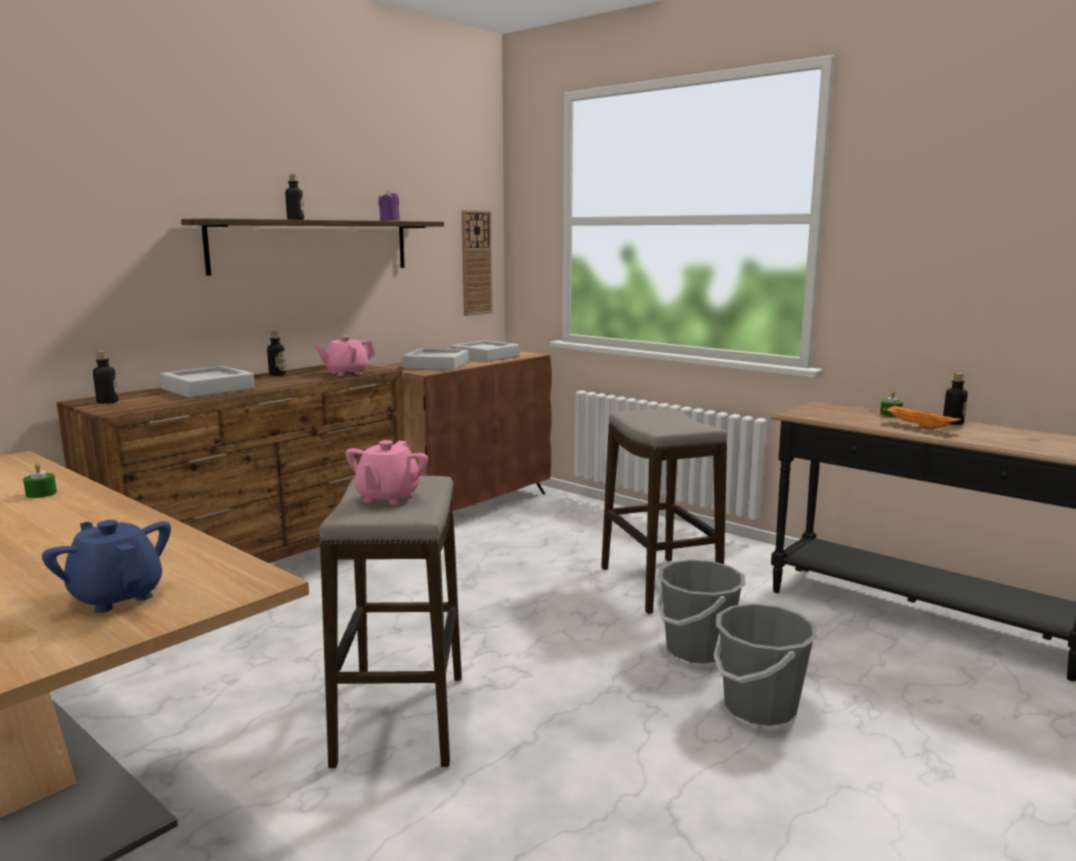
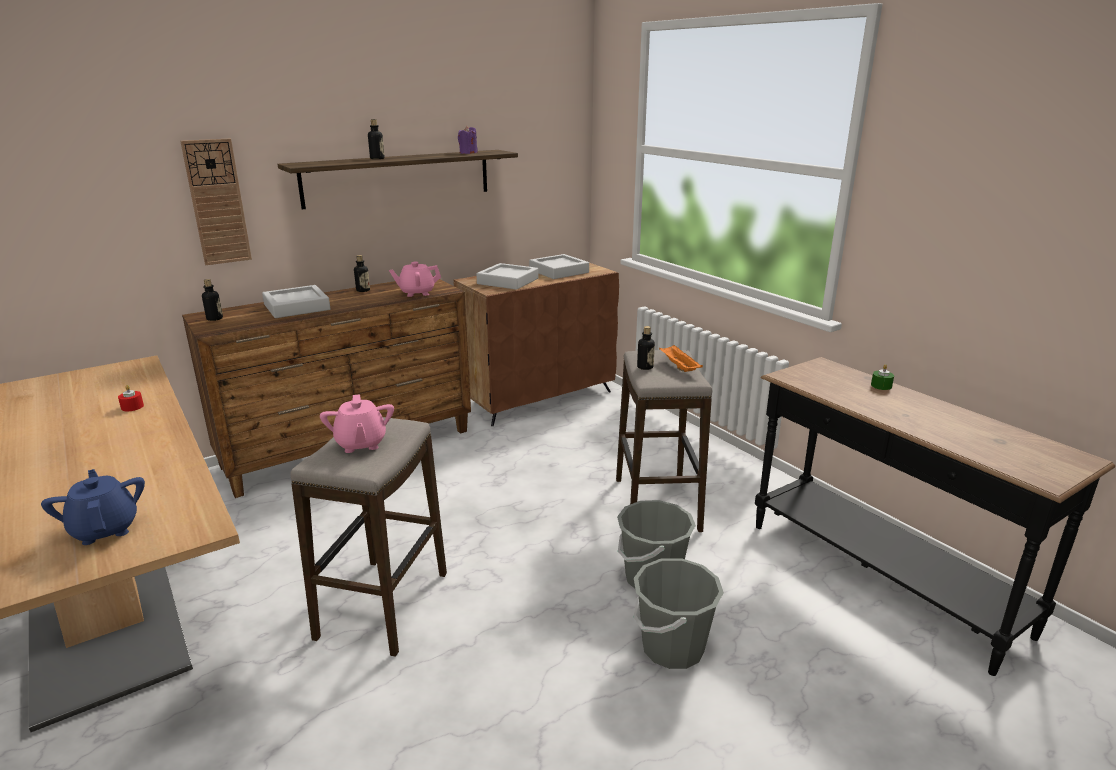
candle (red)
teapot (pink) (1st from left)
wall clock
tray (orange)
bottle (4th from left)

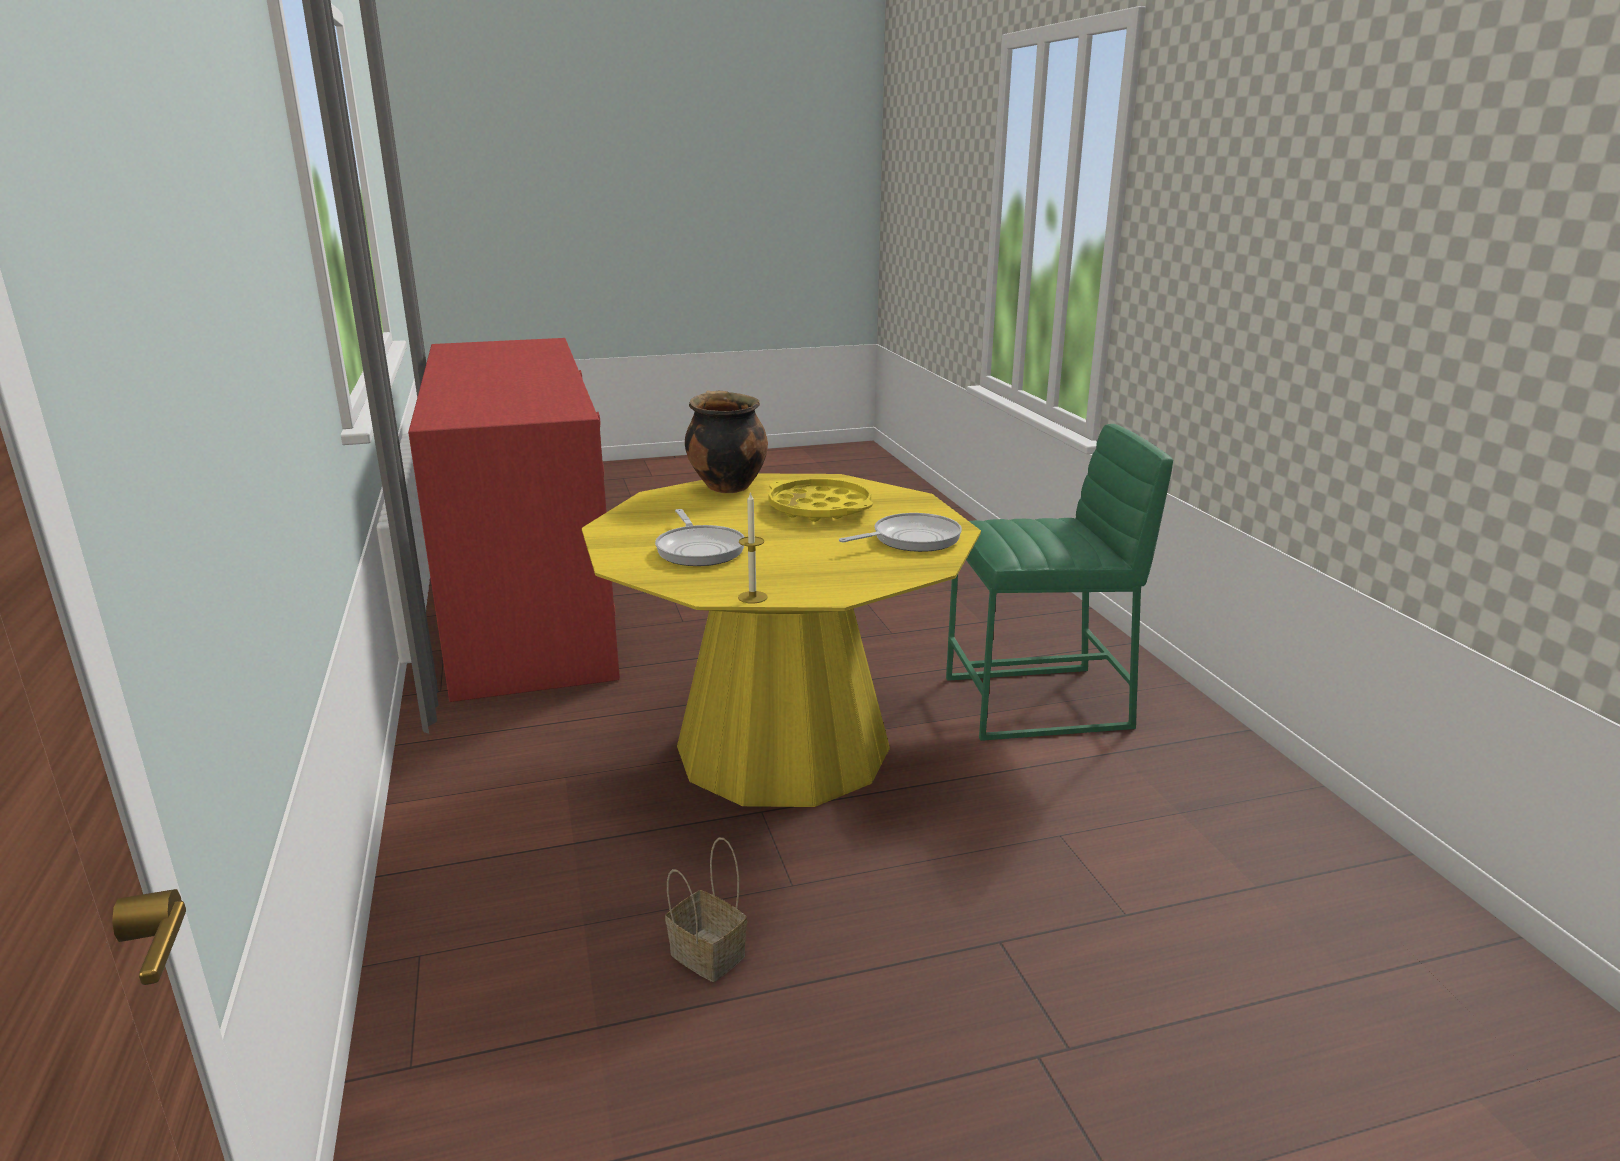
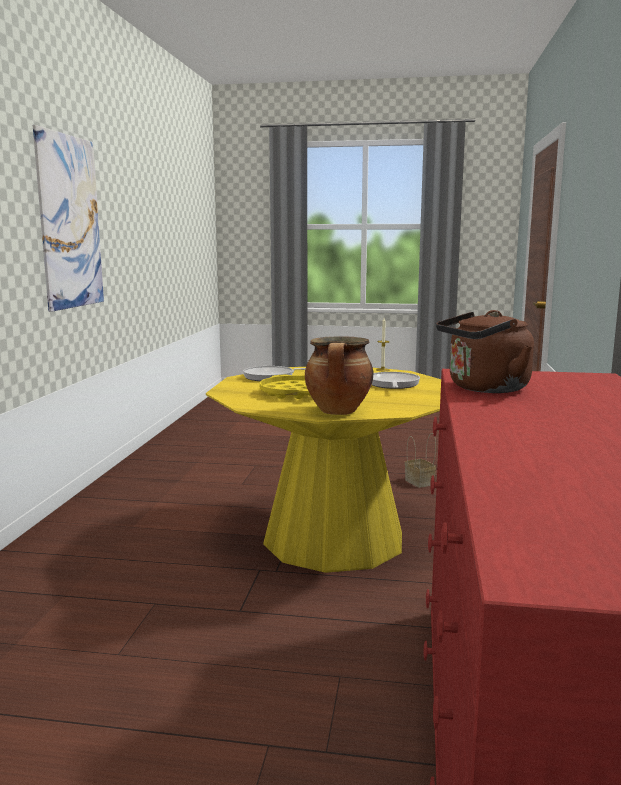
stool (green)
picture
kettle (brown)

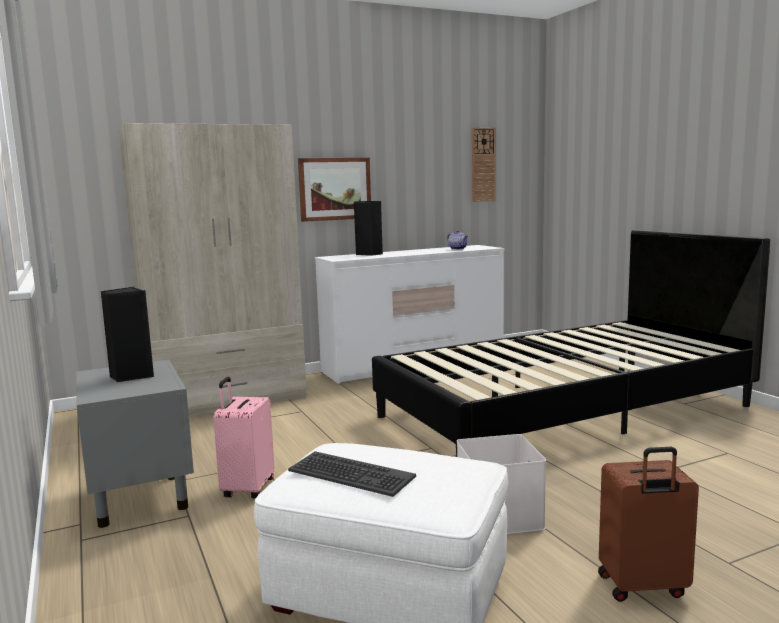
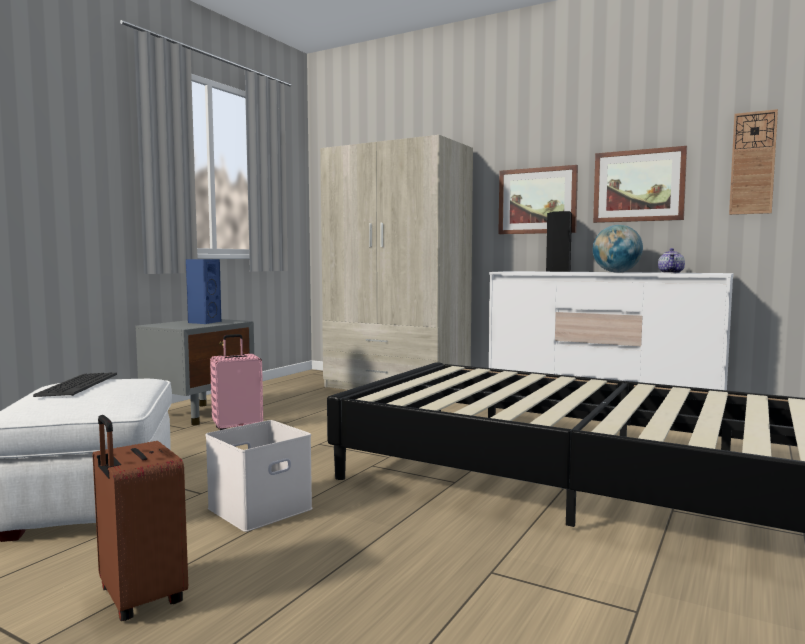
speaker (blue)
picture (2nd from left)
globe

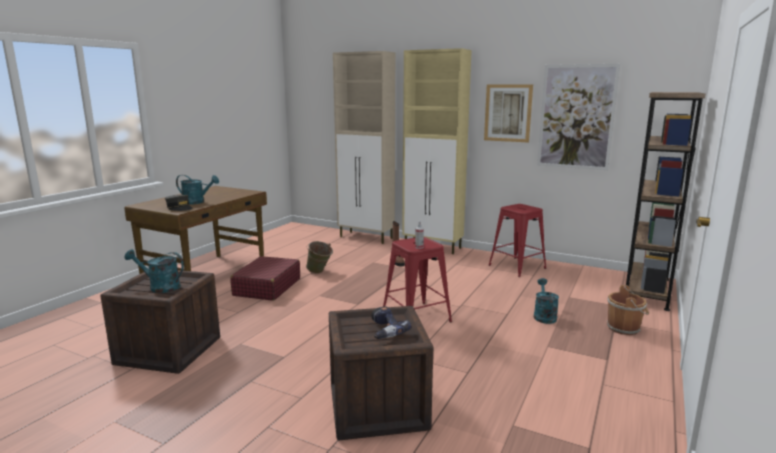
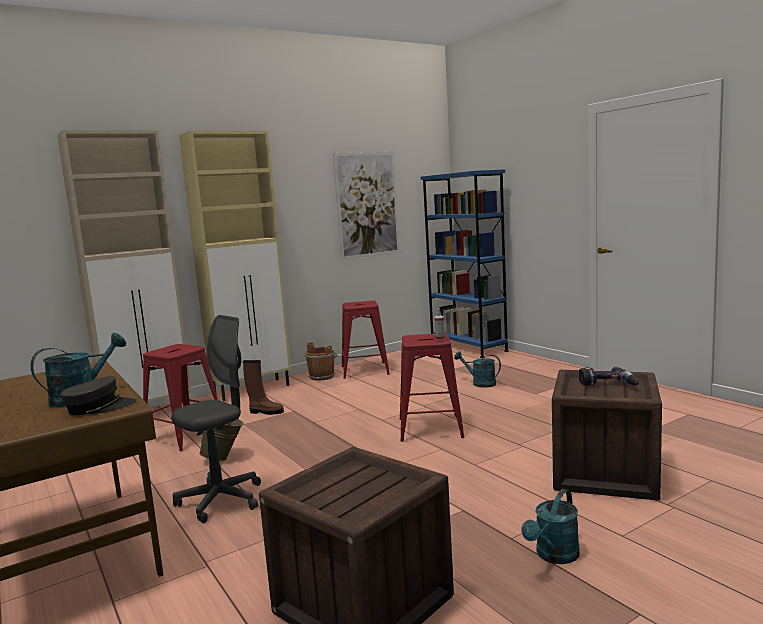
watering can (turquoise) (3rd from left)
office chair (grey)
picture (1st from left in the first image)
bucket (brown)
bookcase (blue)
stool (red) (1st from left)

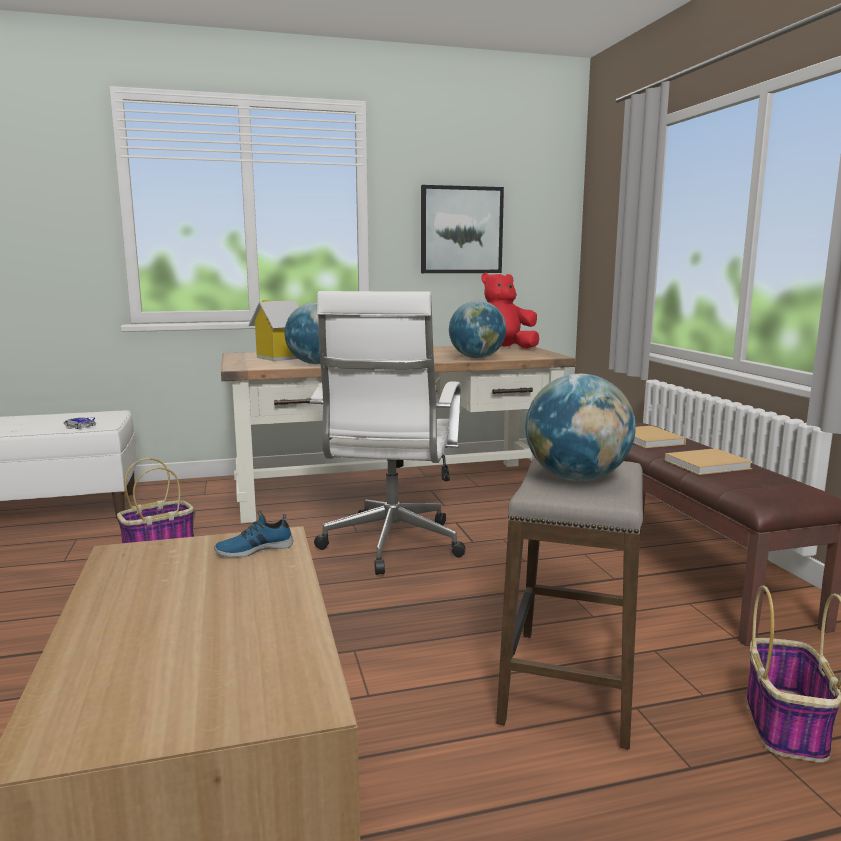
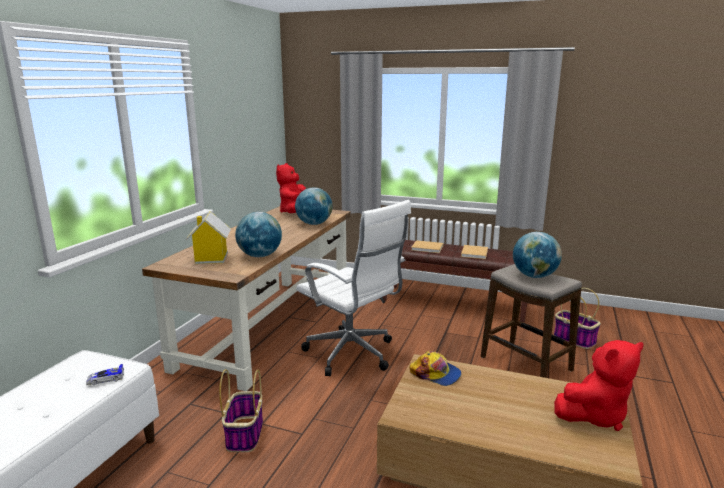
cap
picture
plush toy (red) (2nd from left)

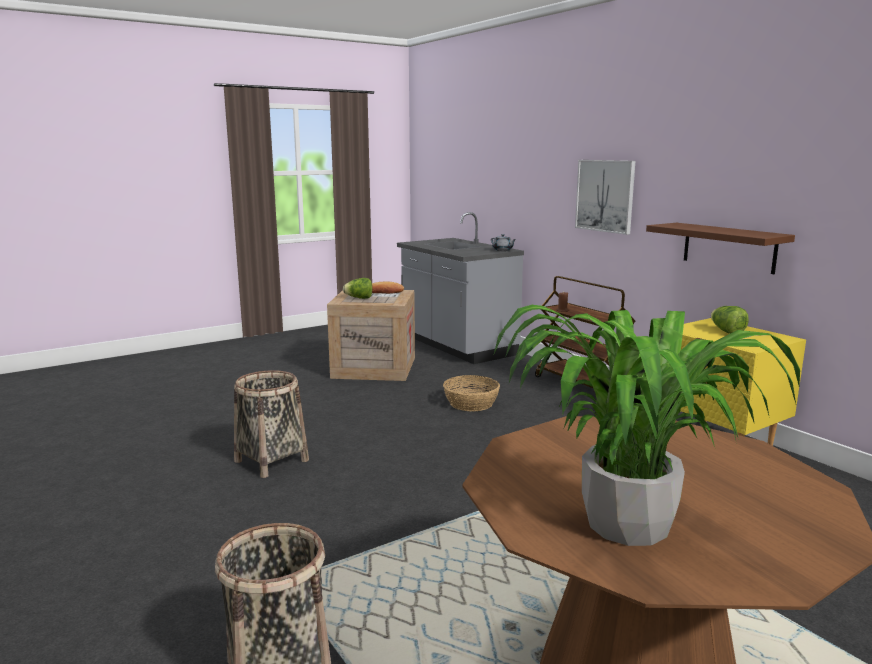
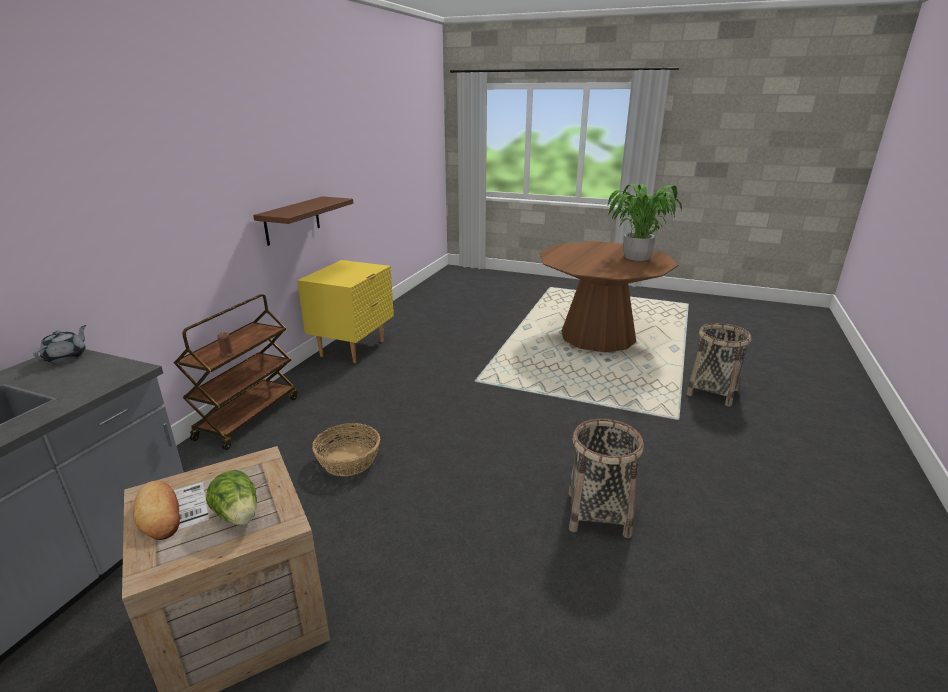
picture
lettuce (2nd from left in the first image)

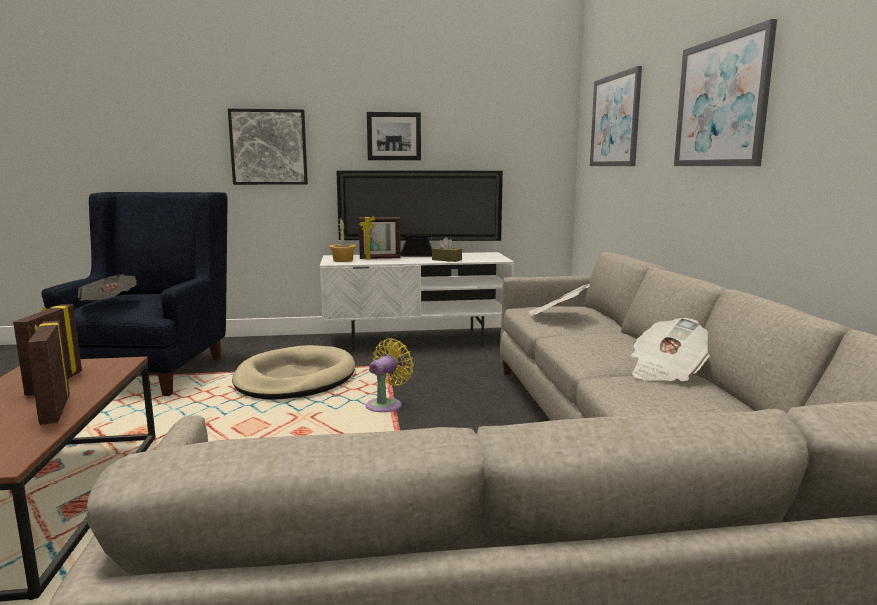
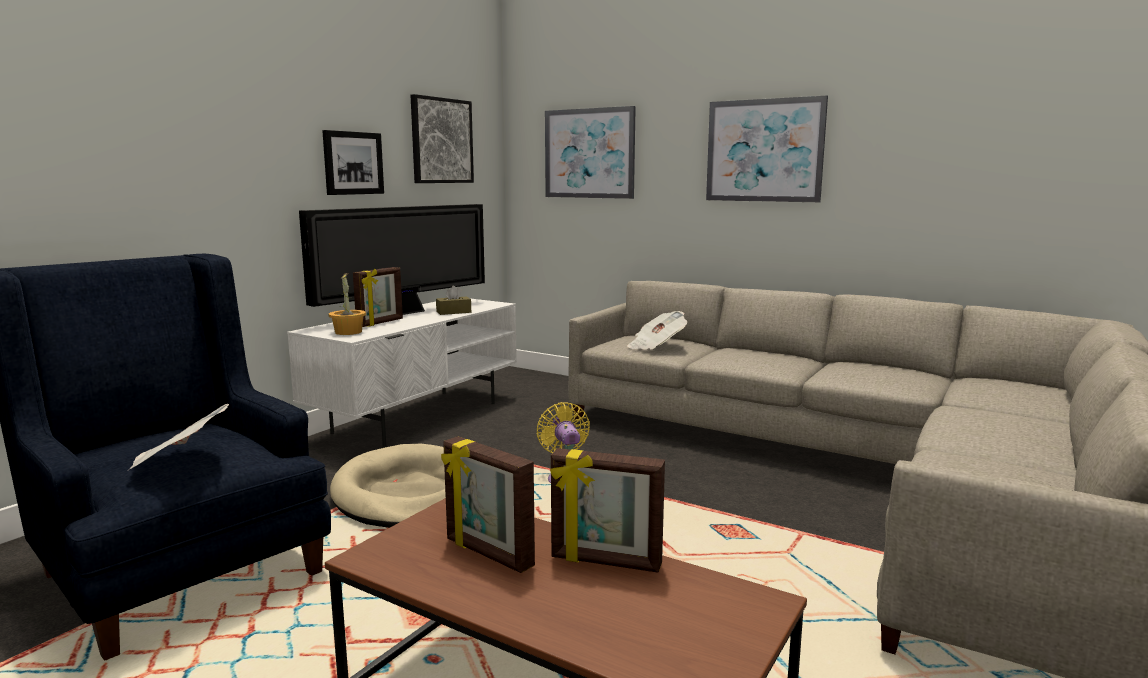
picture (2nd from left)
newspaper (3rd from left in the first image)

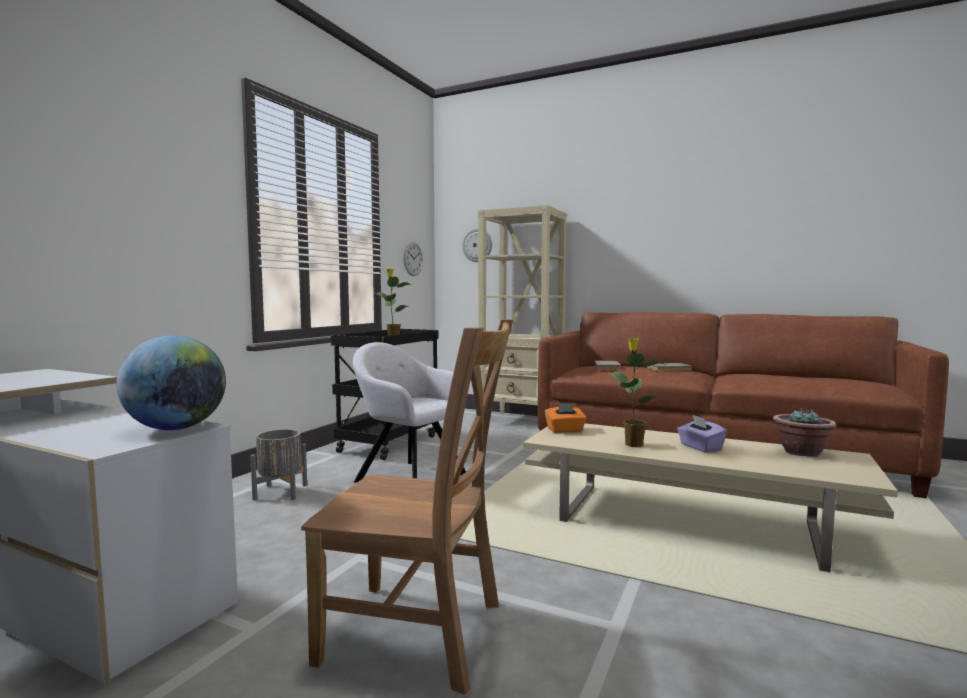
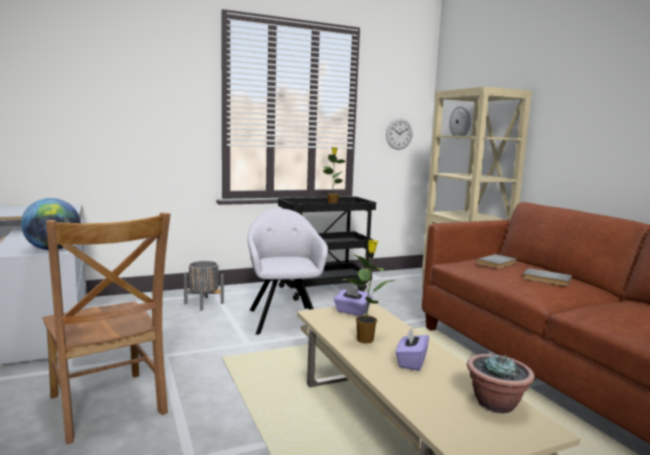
tissue box (purple) (1st from left)

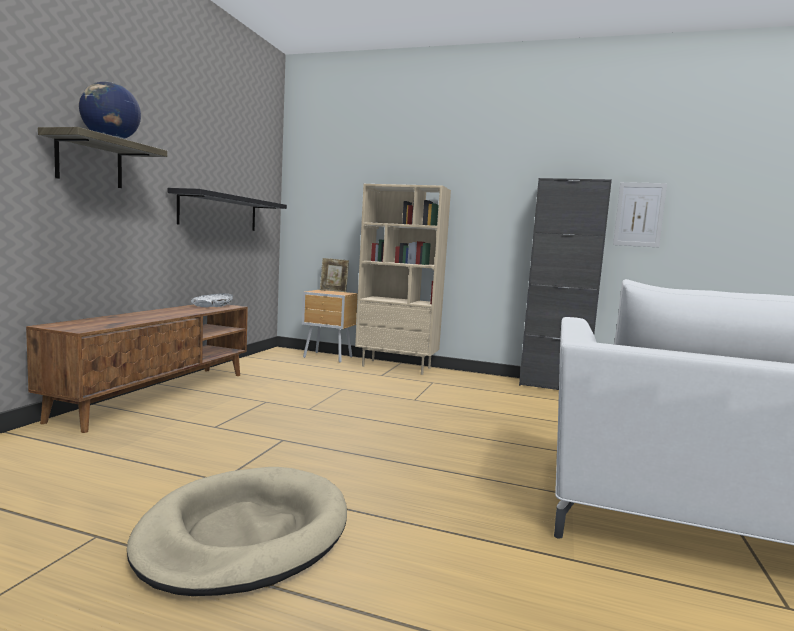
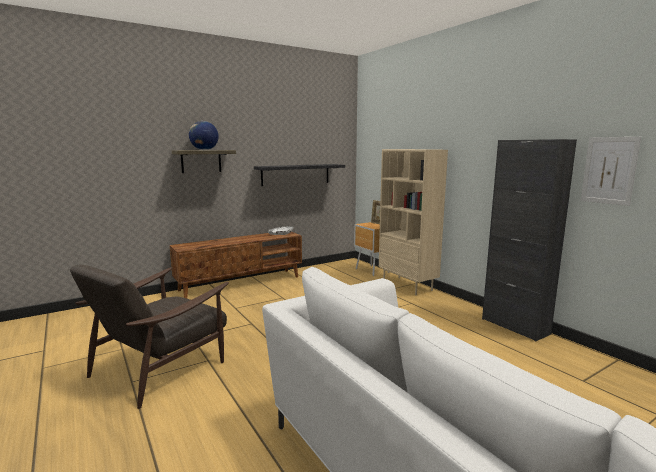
armchair (brown)

